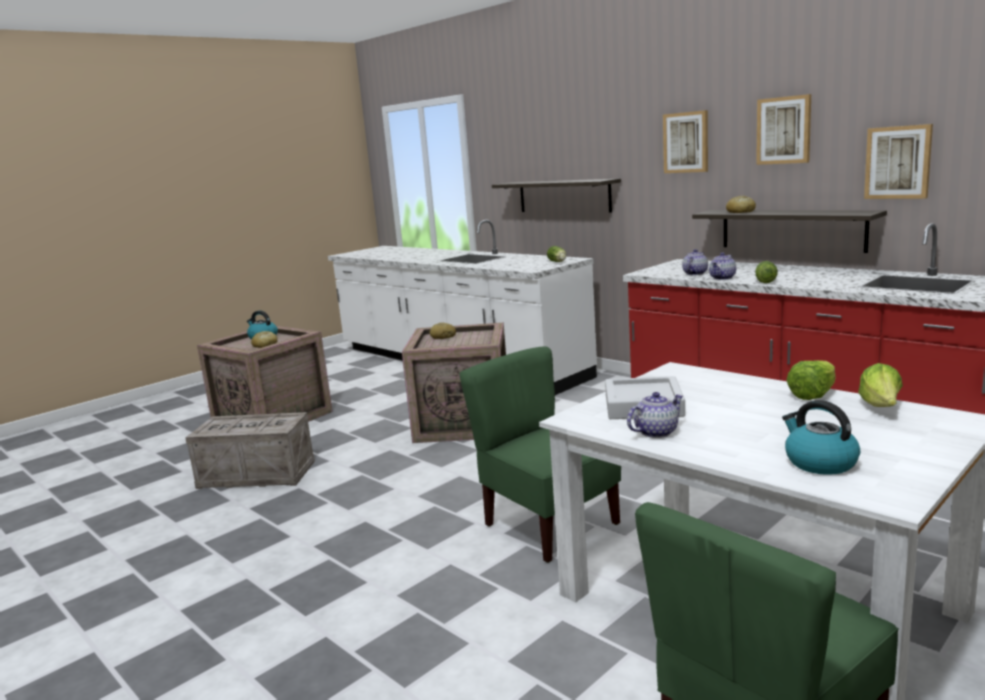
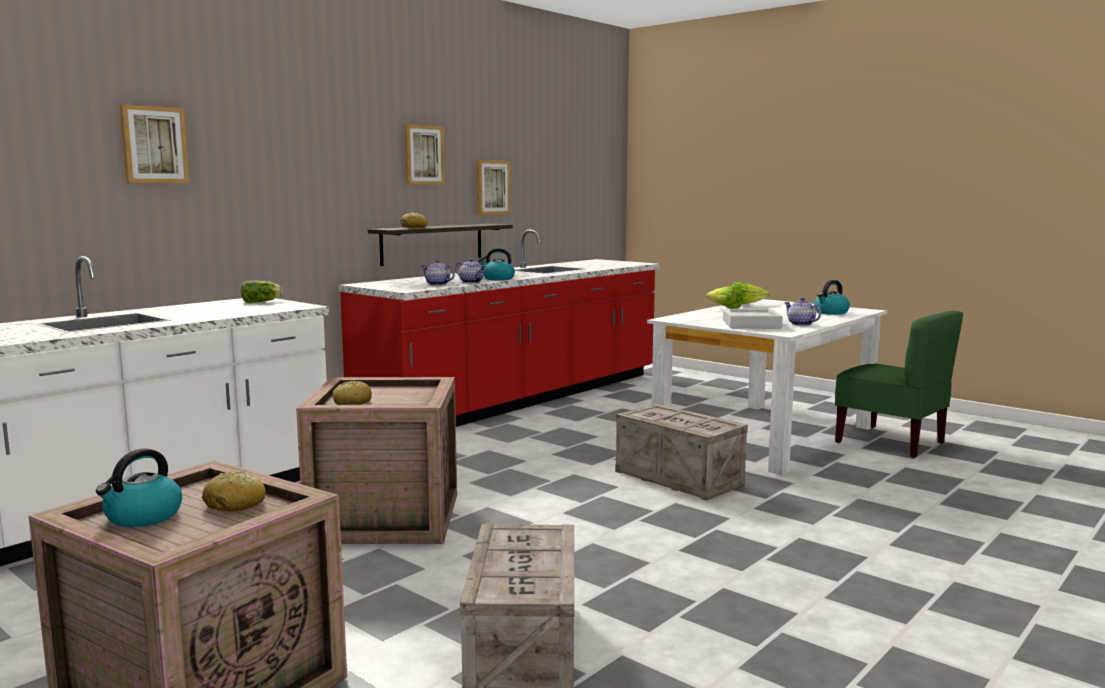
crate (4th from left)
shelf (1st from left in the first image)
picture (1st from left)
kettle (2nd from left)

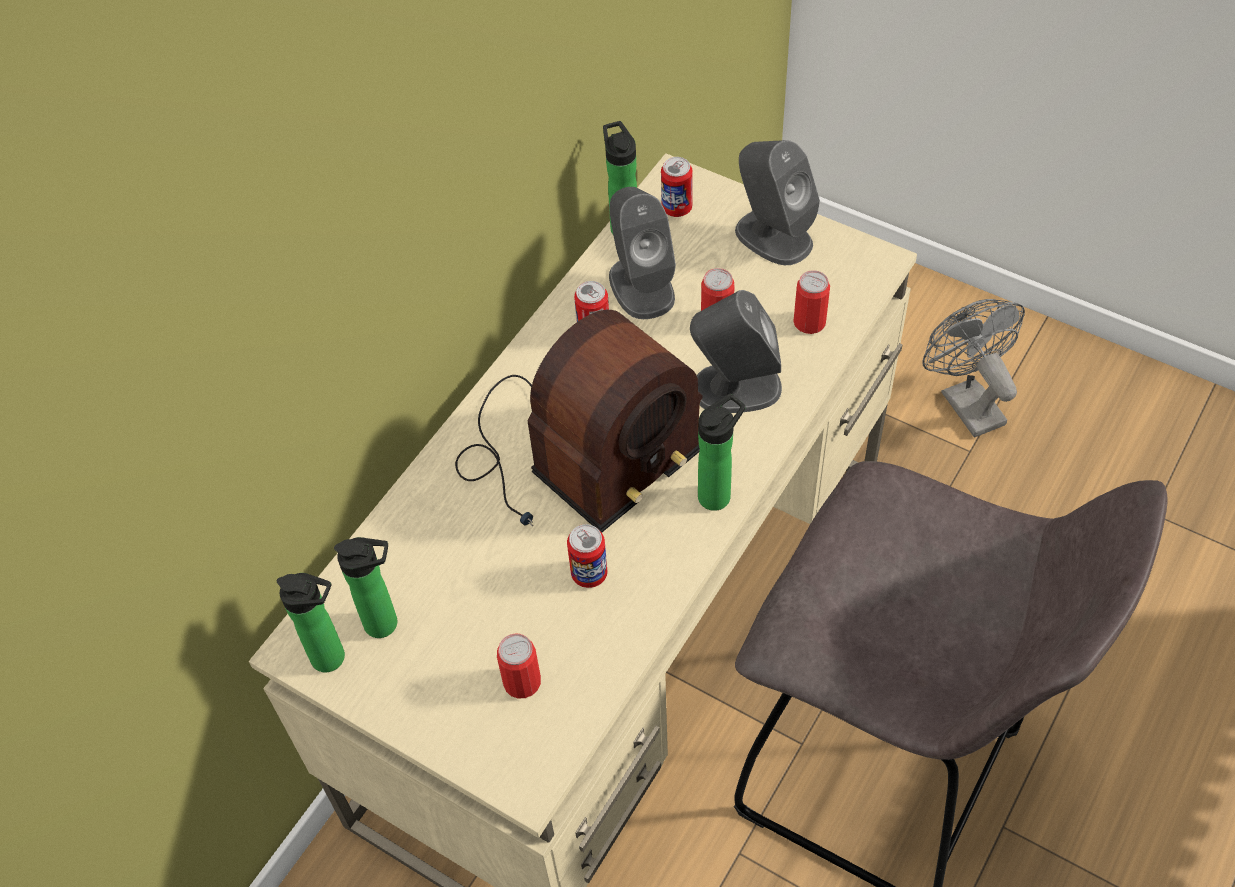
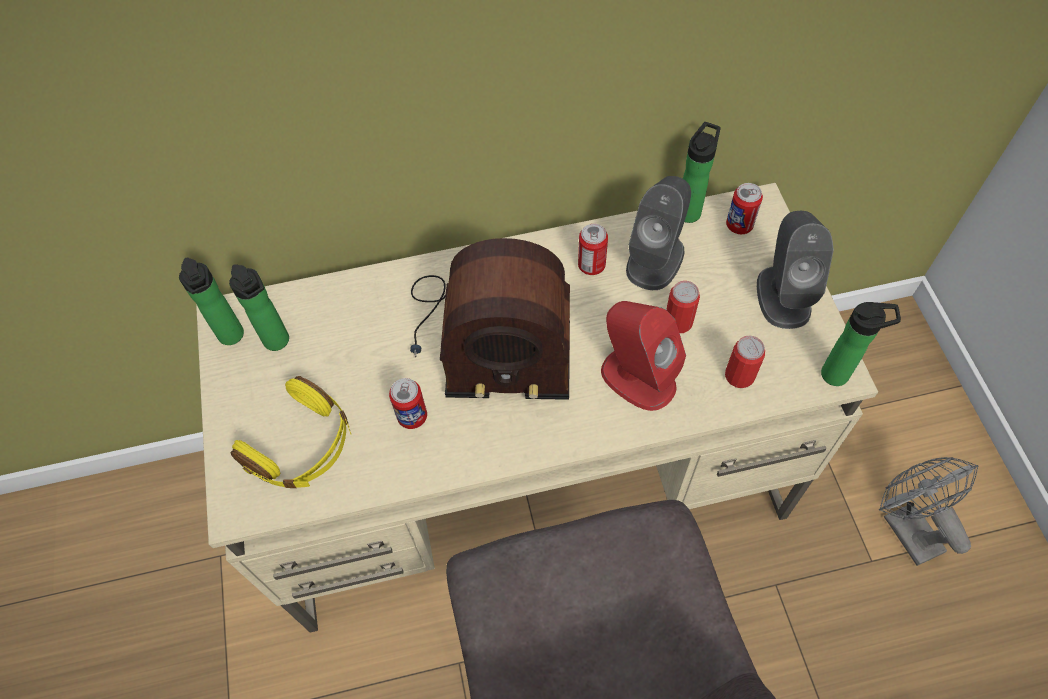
headphones (yellow)
speaker (red)
bottle (4th from left)
fan (grey)

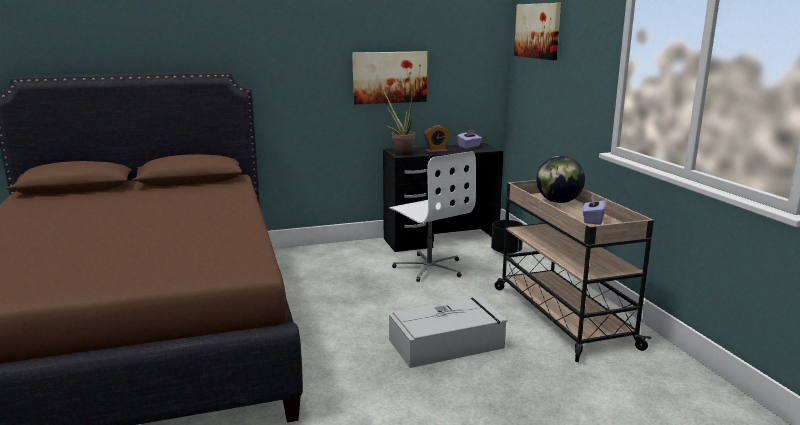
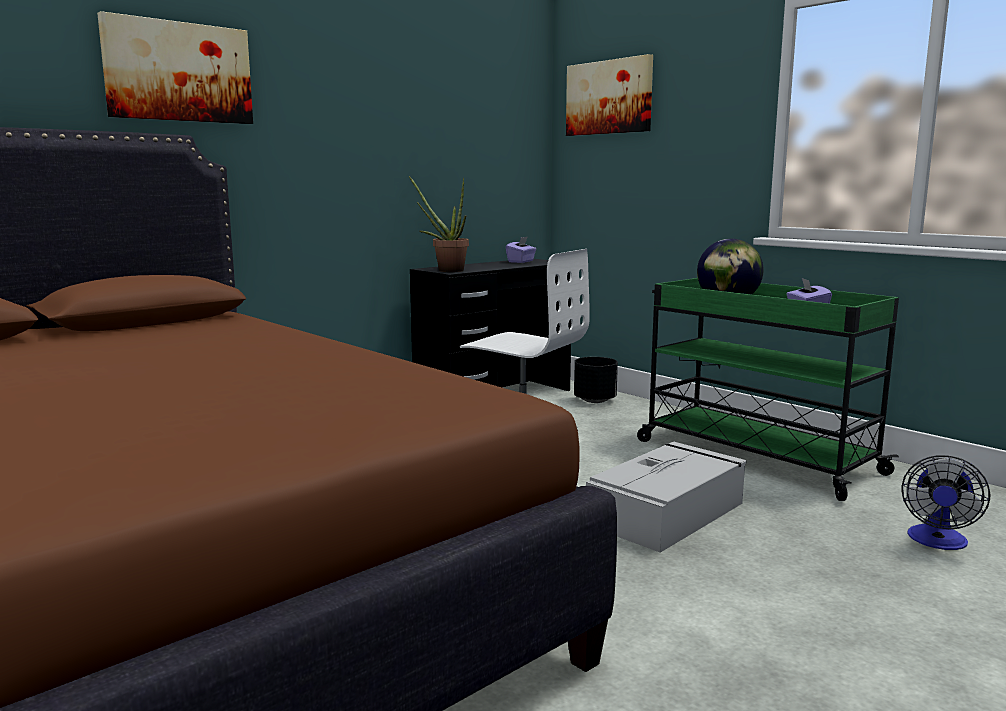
picture (1st from left)
alarm clock
cart (green)
fan

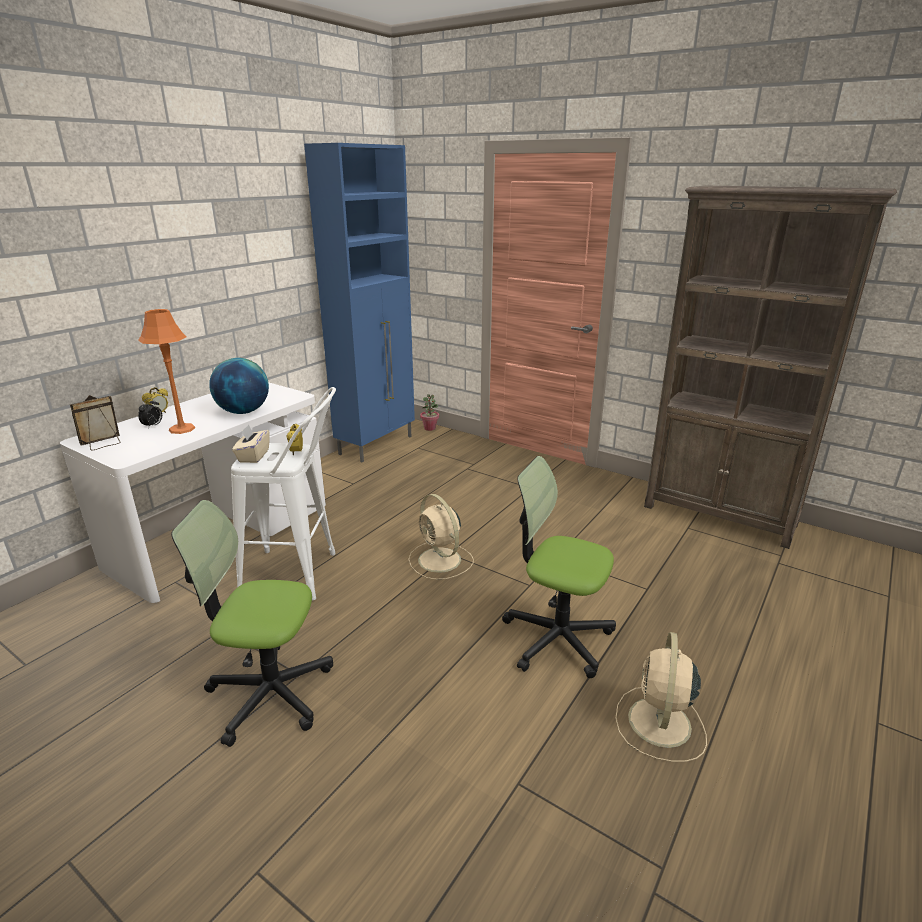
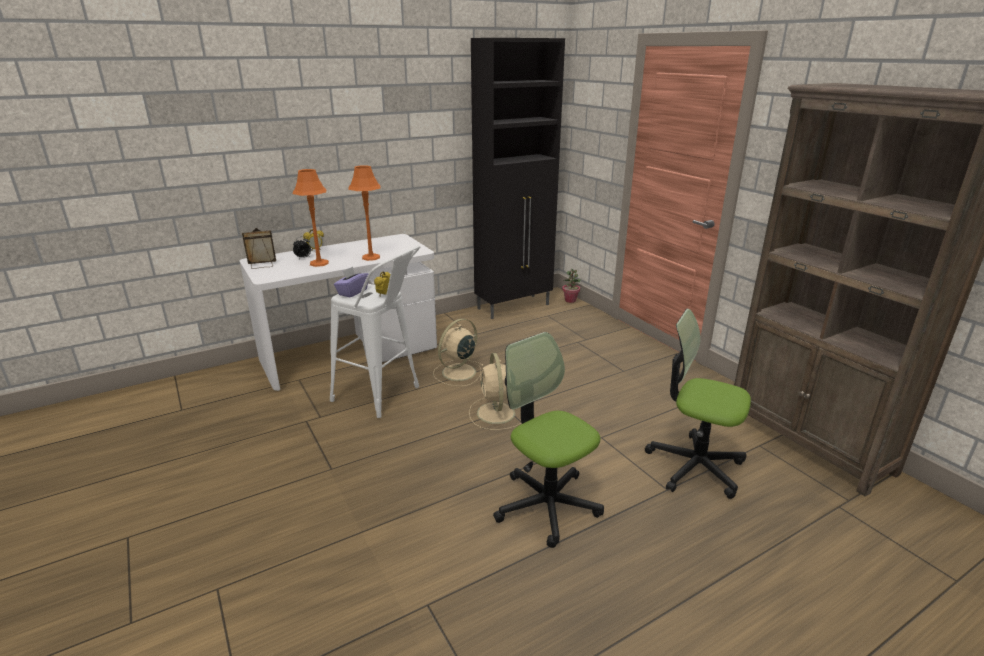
office chair (2nd from left)
table lamp (orange) (2nd from left)
tissue box (purple)
cabinet (black)
fan (beige) (1st from left)

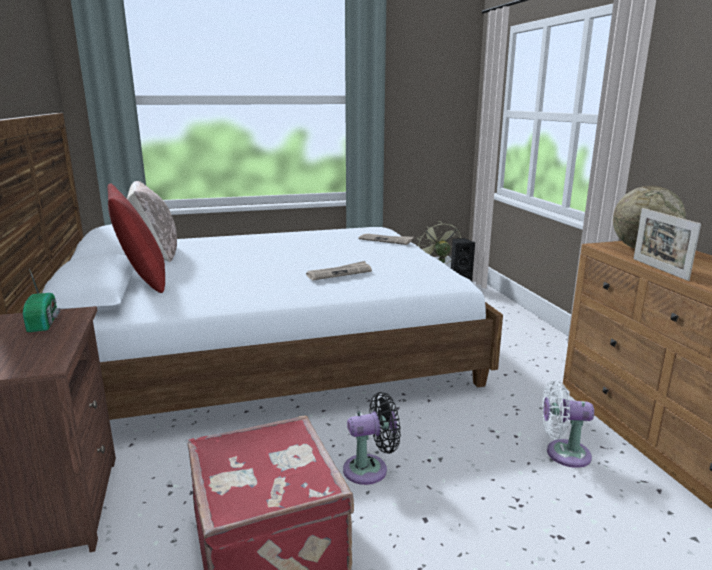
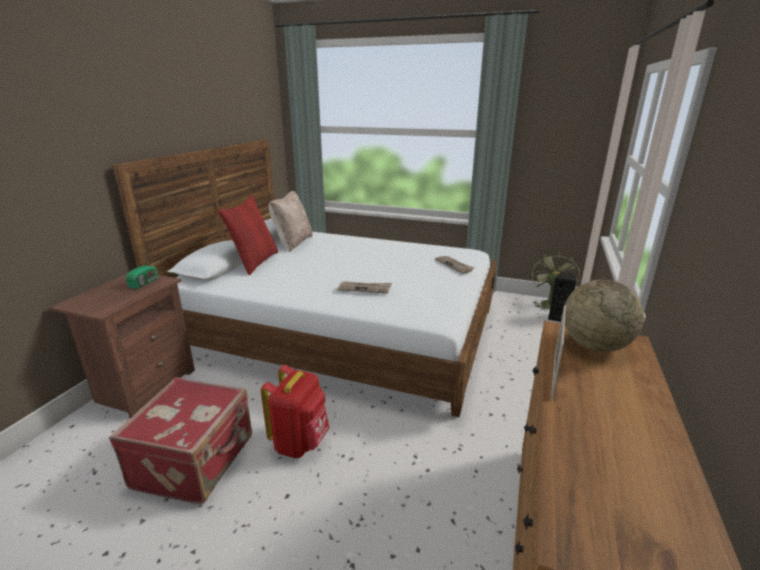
backpack (red)
fan (white)

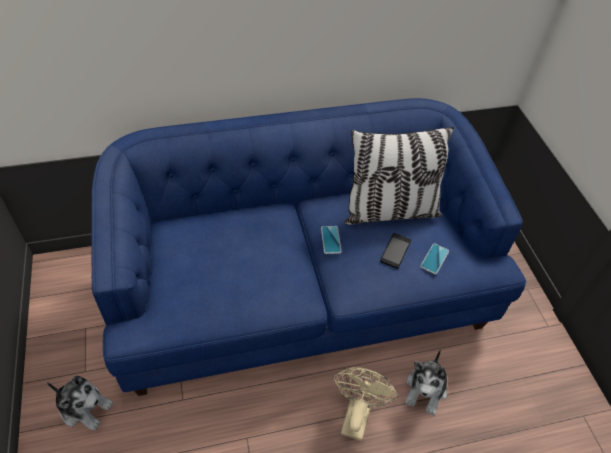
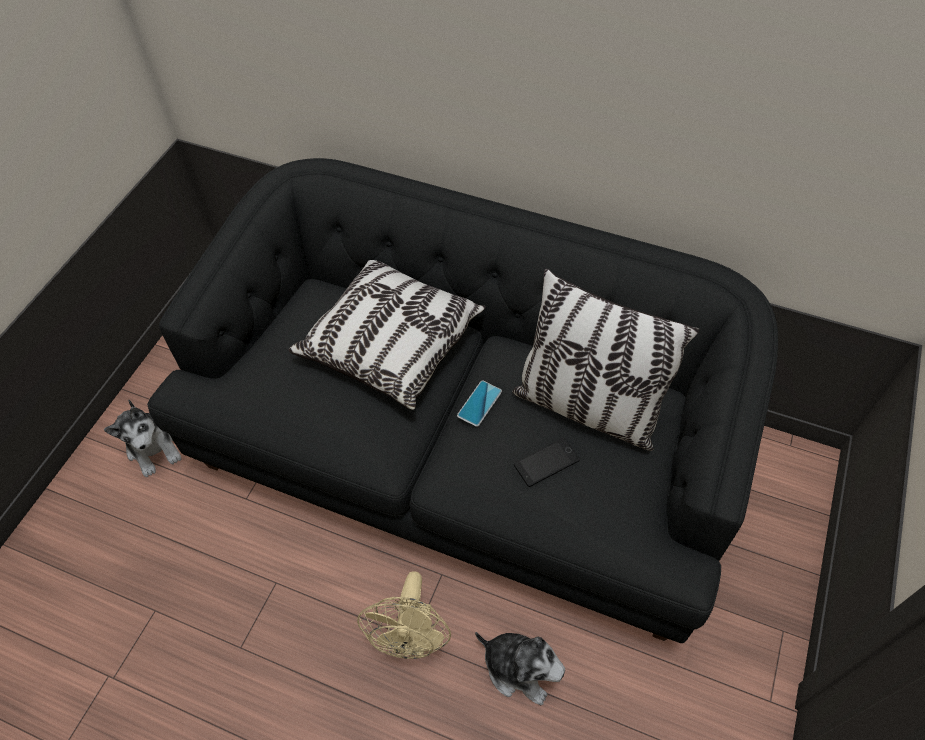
sofa (black)
fan (beige)
plush toy (2nd from left)
phone (3rd from left in the first image)
pillow (1st from left)

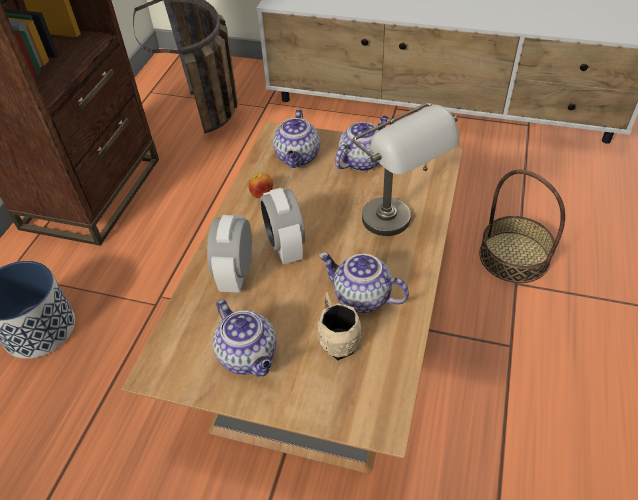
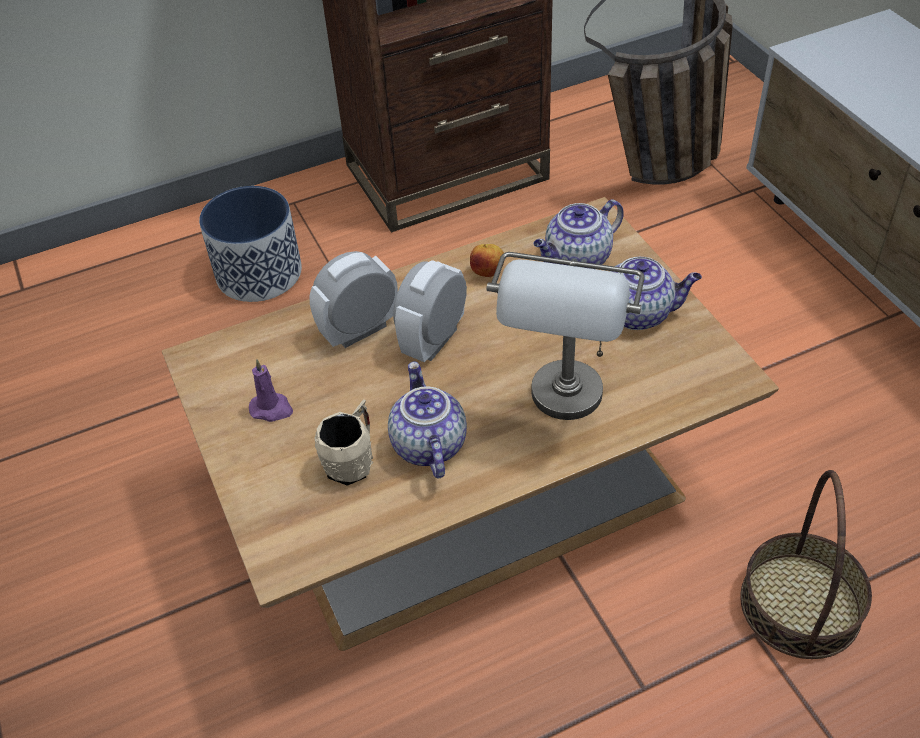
candle (purple)

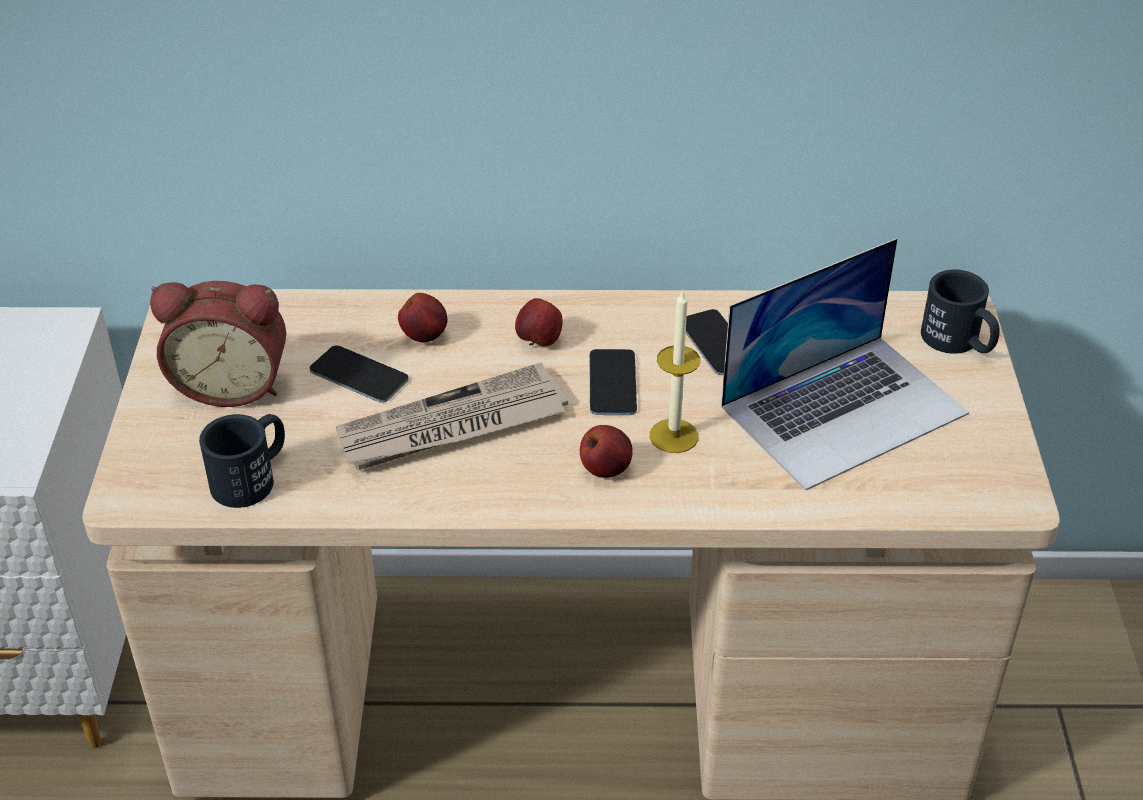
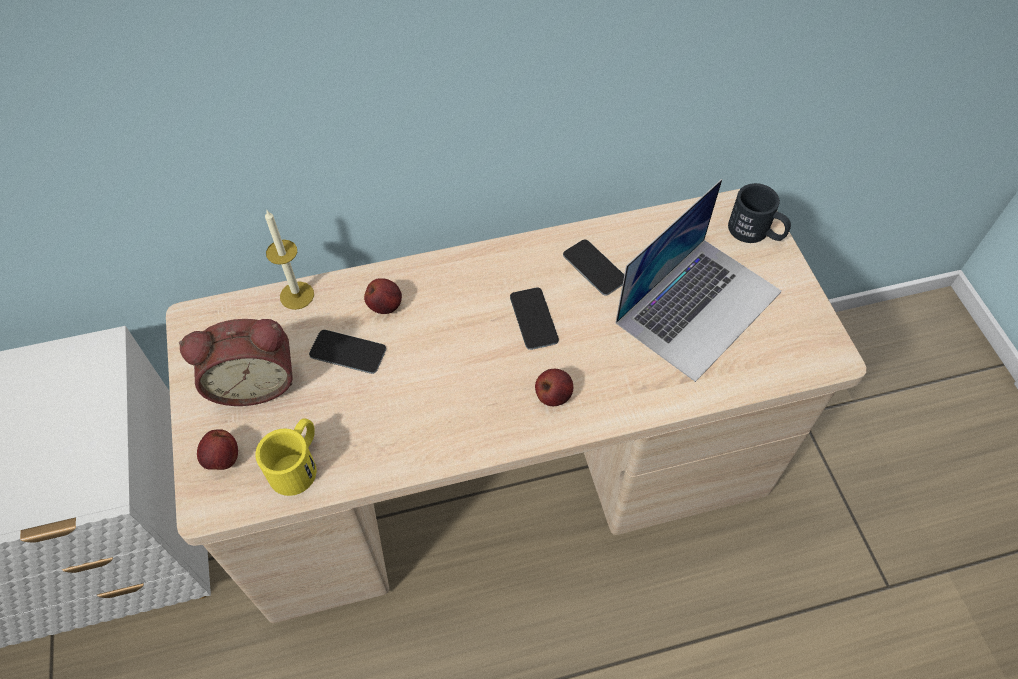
mug (yellow)
newspaper
apple (1st from left)
candle

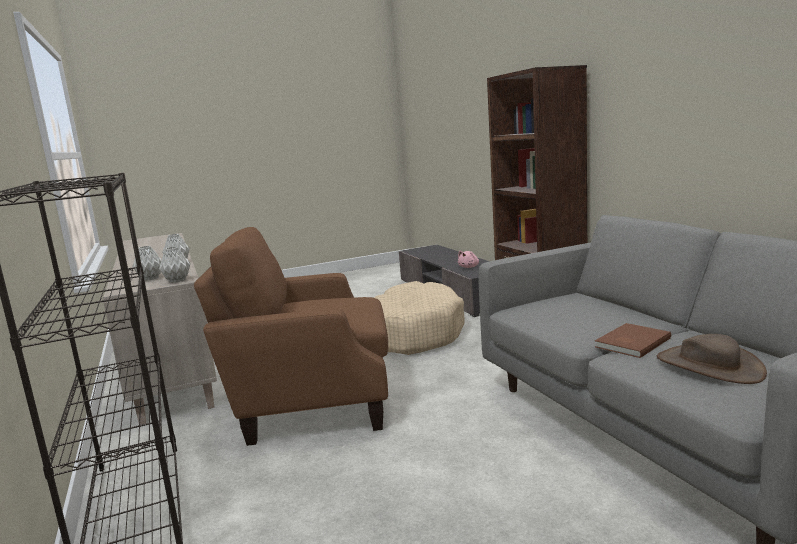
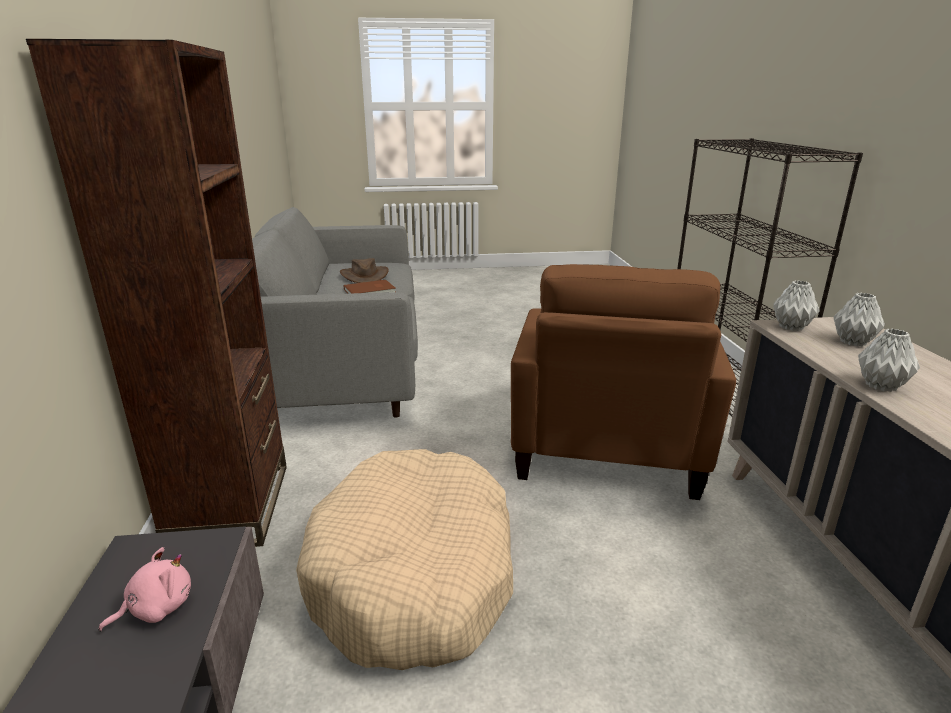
armchair (brown)

